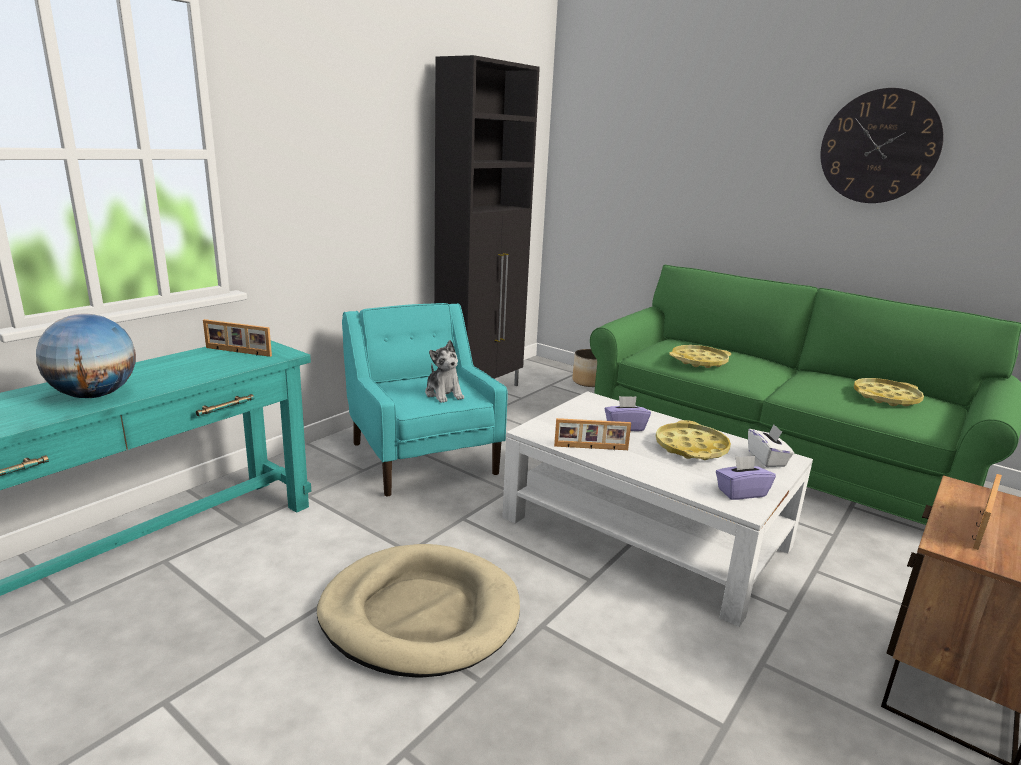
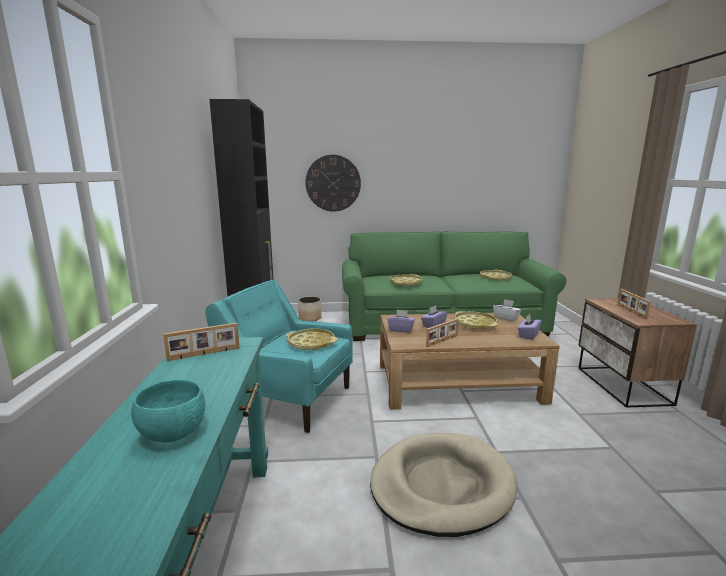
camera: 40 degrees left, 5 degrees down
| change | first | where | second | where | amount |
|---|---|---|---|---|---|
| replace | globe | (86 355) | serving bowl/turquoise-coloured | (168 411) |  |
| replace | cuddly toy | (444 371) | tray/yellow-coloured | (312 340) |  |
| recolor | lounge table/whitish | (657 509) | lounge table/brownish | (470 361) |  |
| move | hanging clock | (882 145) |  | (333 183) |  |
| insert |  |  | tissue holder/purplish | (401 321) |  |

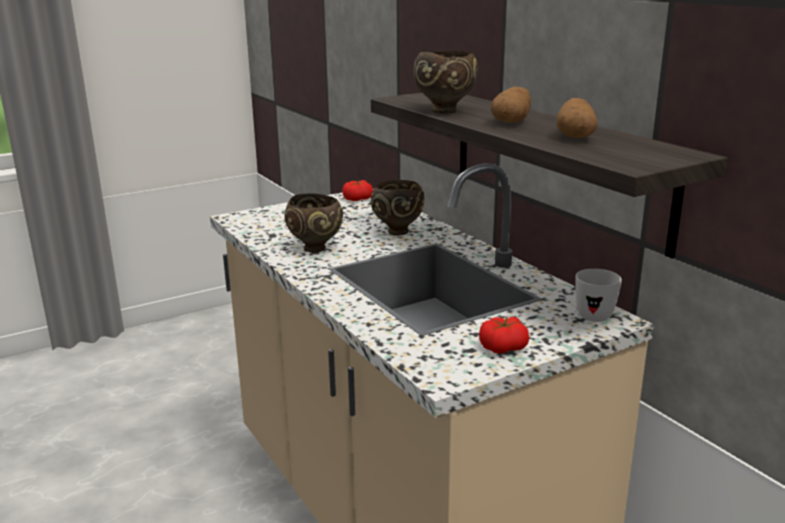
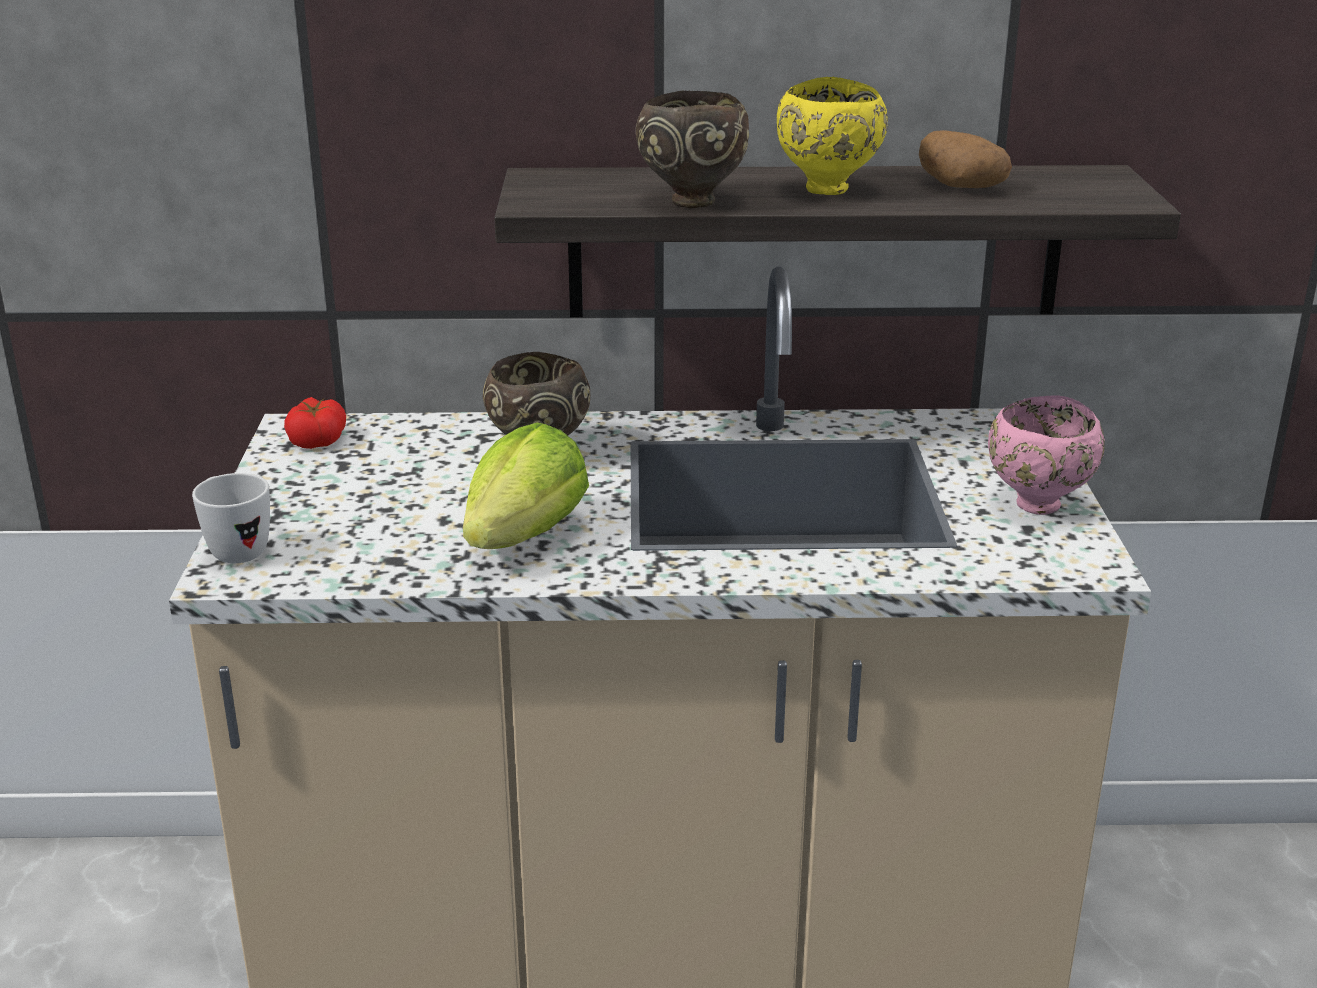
camera: 60 degrees left, 5 degrees up
| change | first | where | second | where | amount |
|---|---|---|---|---|---|
| replace | serving bowl/brownish | (313 223) | lettuce head | (526 486) |  |
| replace | tomato | (504 335) | serving bowl/pink-coloured | (1046 455) |  |
| replace | potato | (511 105) | serving bowl/yellow-coloured | (832 136) |  |
| move | mug/whitish | (598 295) |  | (231 518) |  |

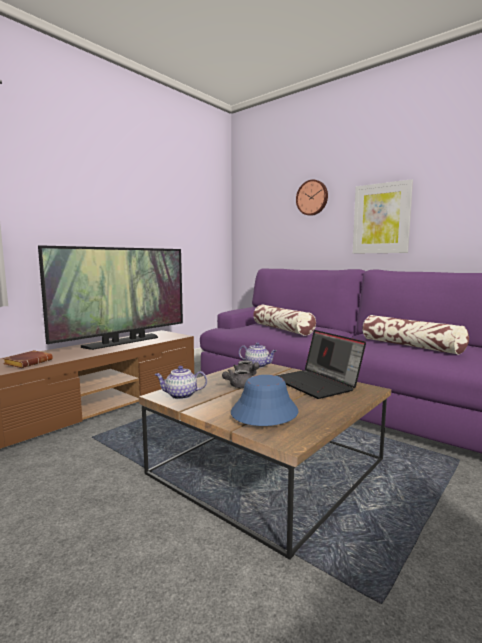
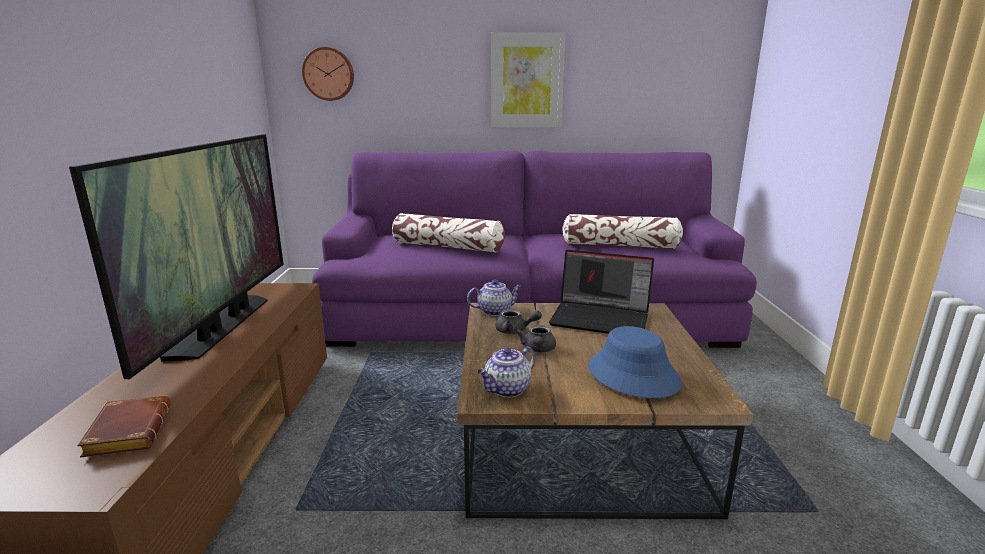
camera: 40 degrees left, 10 degrees up
| change | first | where | second | where | amount |
|---|---|---|---|---|---|
| move | hanging clock | (312 197) |  | (328 74) |  |

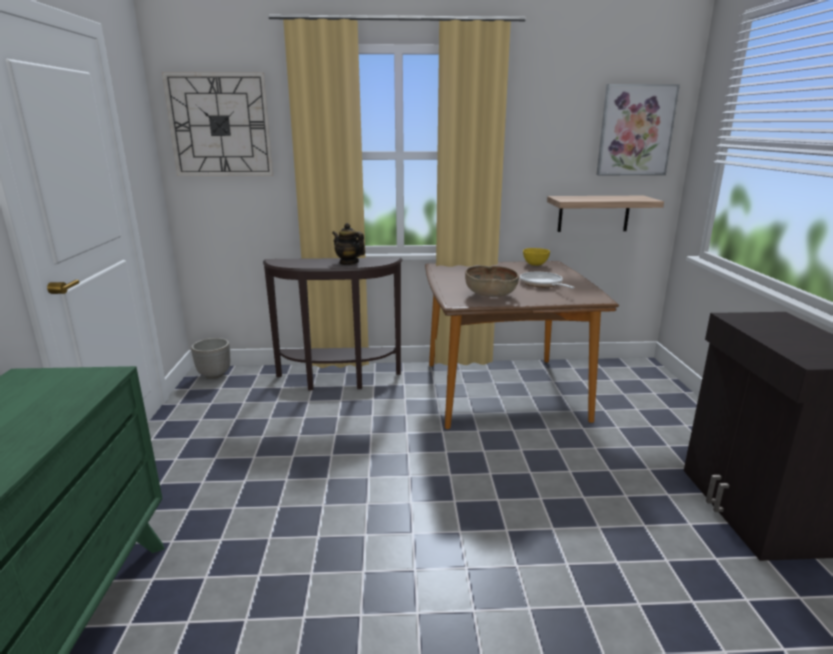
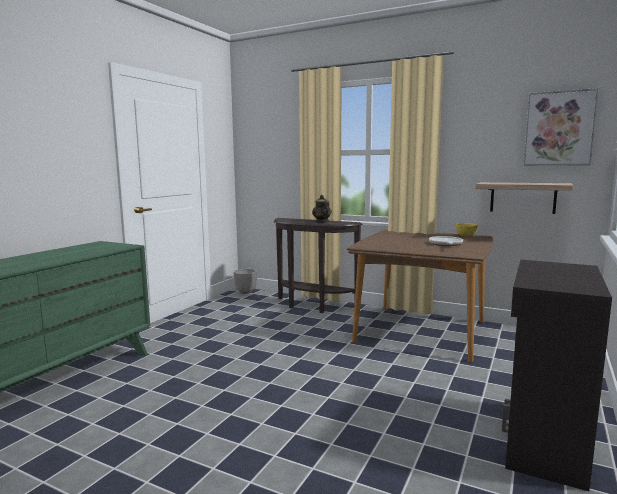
camera: 30 degrees right, 10 degrees down
| change | first | where | second | where | amount |
|---|---|---|---|---|---|
| delete | hanging clock | (218 124) |  |  |  |
| delete | serving bowl/brownish | (492 281) |  |  |  |

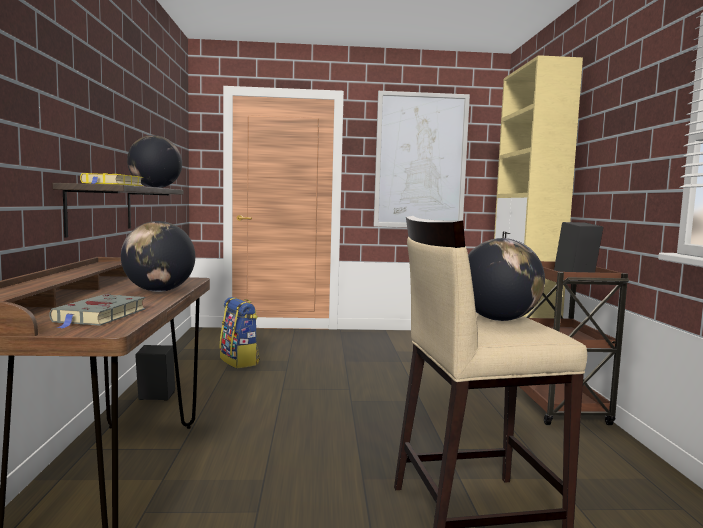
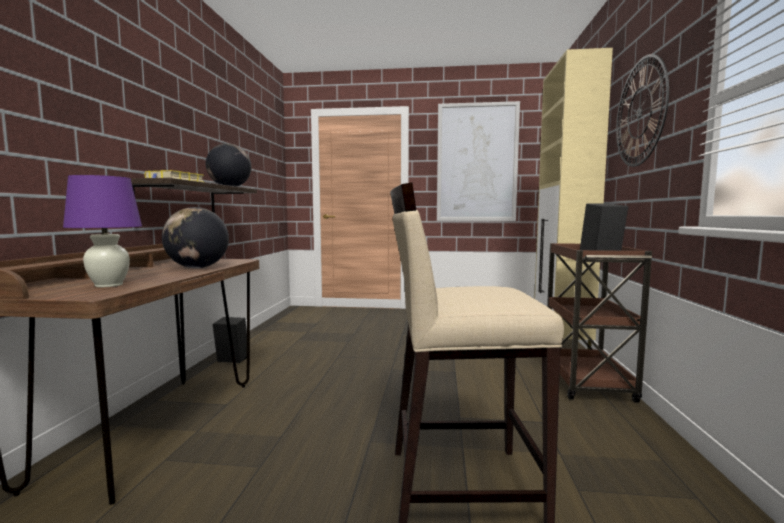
camera: 10 degrees right, 0 degrees up
| change | first | where | second | where | amount |
|---|---|---|---|---|---|
| replace | bound book/grey | (97 311) | tabletop lamp/purplish | (102 231) |  |
| delete | knapsack | (240 332) |  |  |  |
| delete | globe | (506 279) |  |  |  |
| insert |  |  | hanging clock | (642 110) |  |

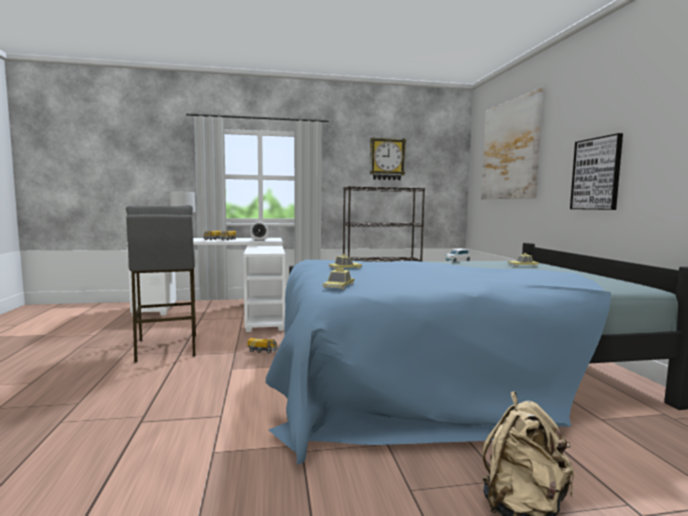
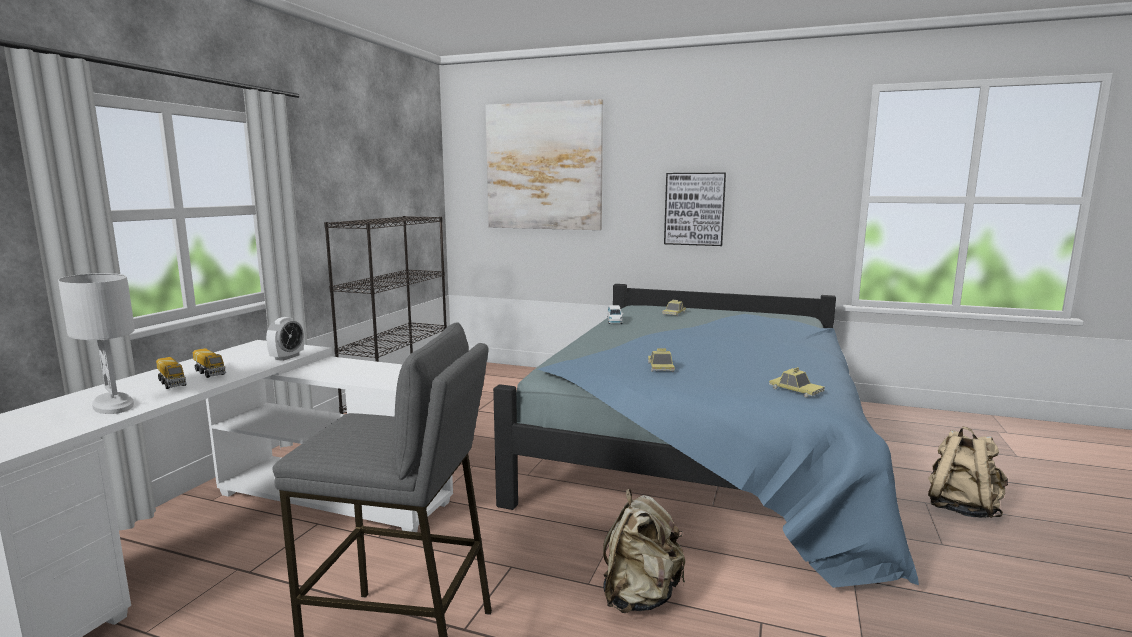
camera: 60 degrees left, 5 degrees up
| change | first | where | second | where | amount |
|---|---|---|---|---|---|
| delete | model truck | (263 346) |  |  |  |
| delete | hanging clock | (388 158) |  |  |  |
| insert |  |  | knapsack/beige | (644 551) |  |

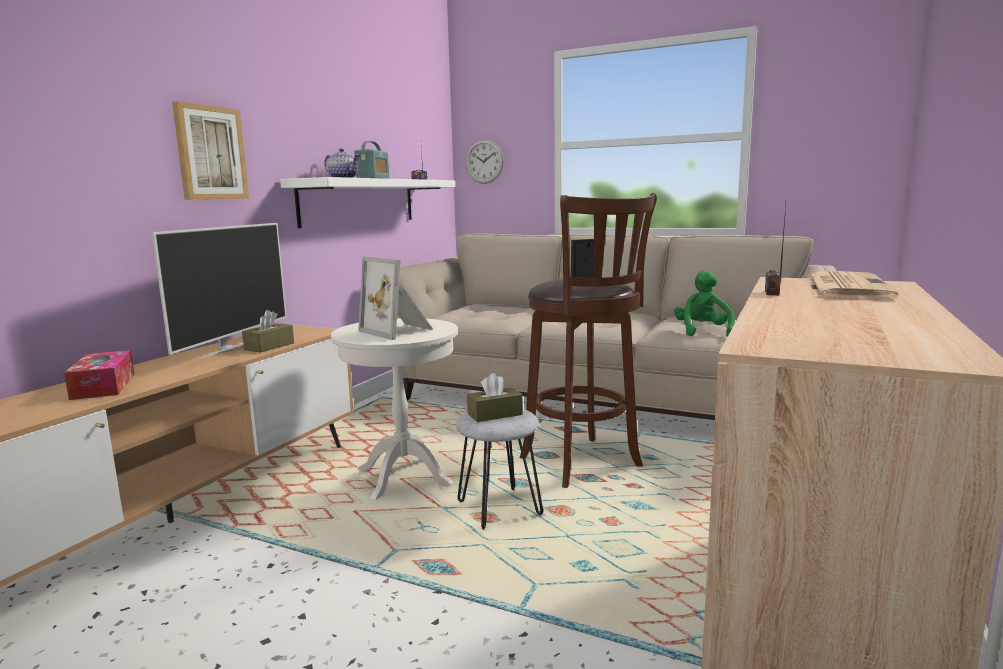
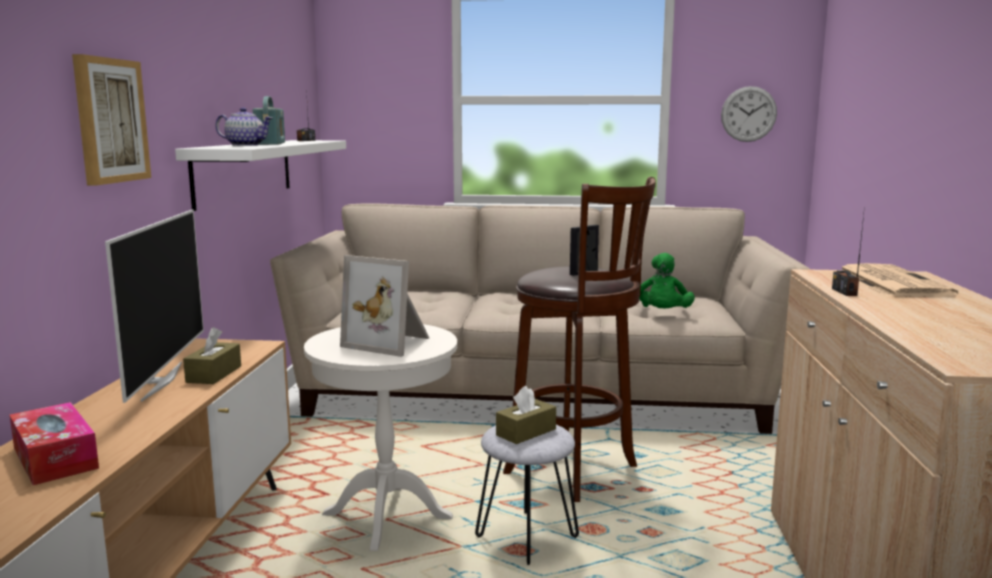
camera: 20 degrees left, 0 degrees up
| change | first | where | second | where | amount |
|---|---|---|---|---|---|
| move | hanging clock | (485 162) |  | (749 114) |  |
| rotate | cuddly toy/greenish | (704 303) |  | (667 280) | 150 degrees counterclockwise |

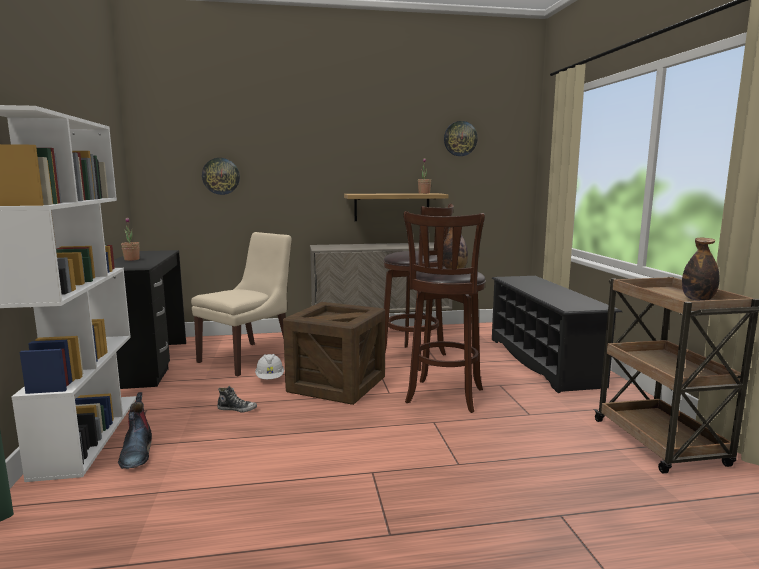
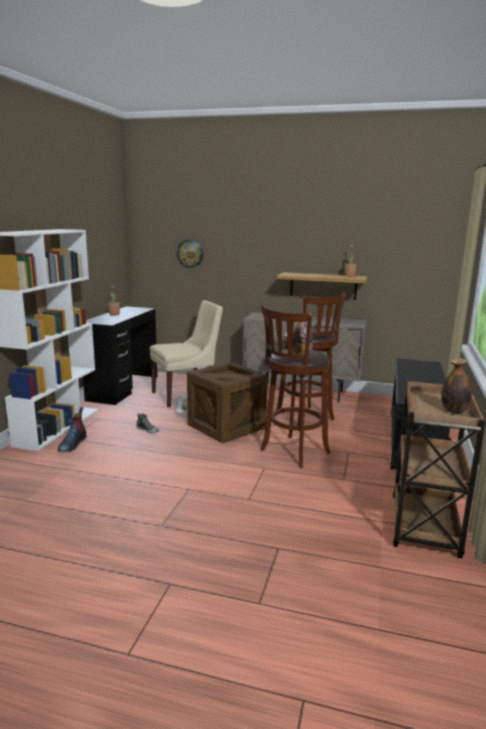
camera: 25 degrees right, 5 degrees up
| change | first | where | second | where | amount |
|---|---|---|---|---|---|
| delete | hanging clock | (461 138) |  |  |  |

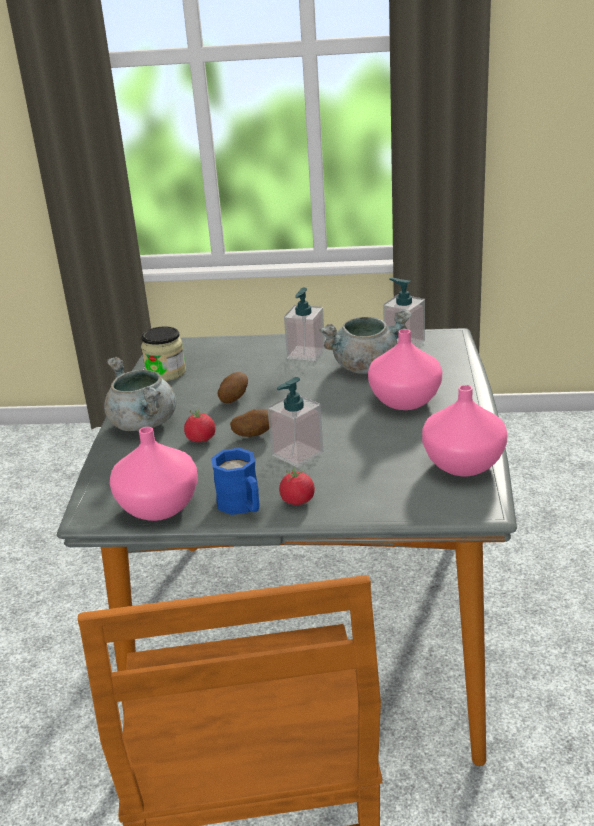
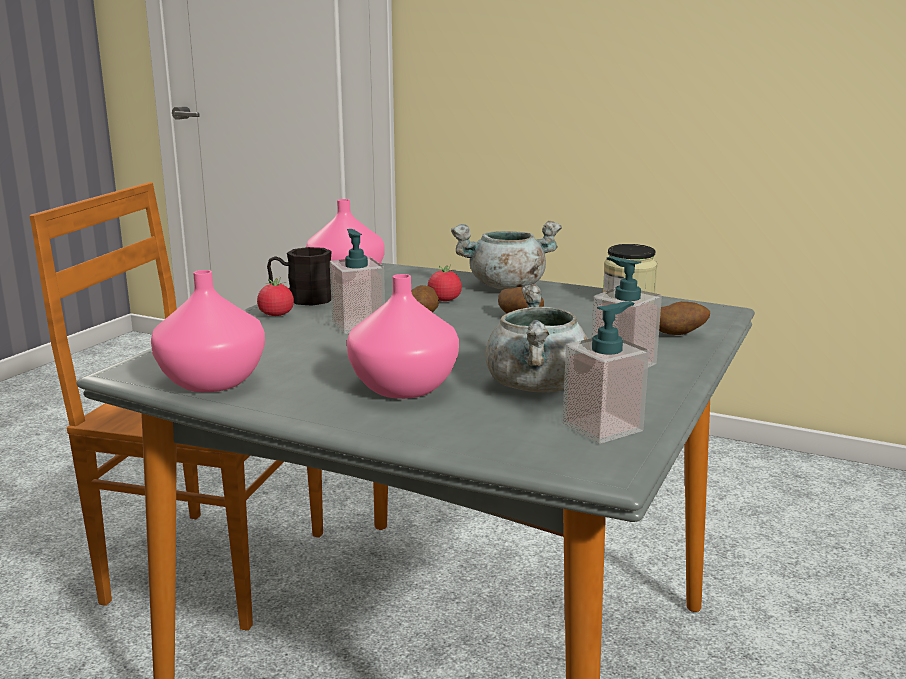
camera: 110 degrees right, 10 degrees down
| change | first | where | second | where | amount |
|---|---|---|---|---|---|
| recolor | mug/blue-coloured | (235 481) | mug/black-coloured | (299 276) |  |
| insert |  |  | potato | (684 318) |  |

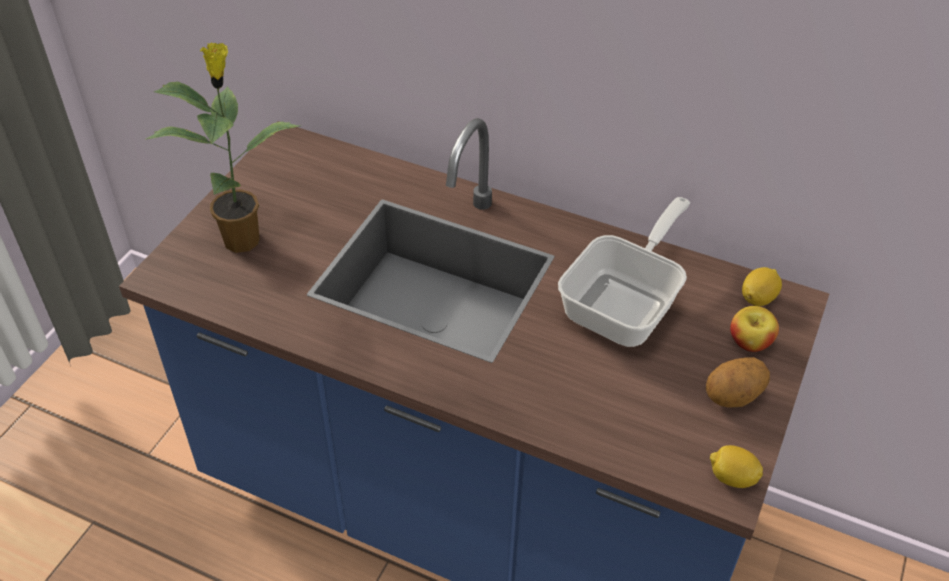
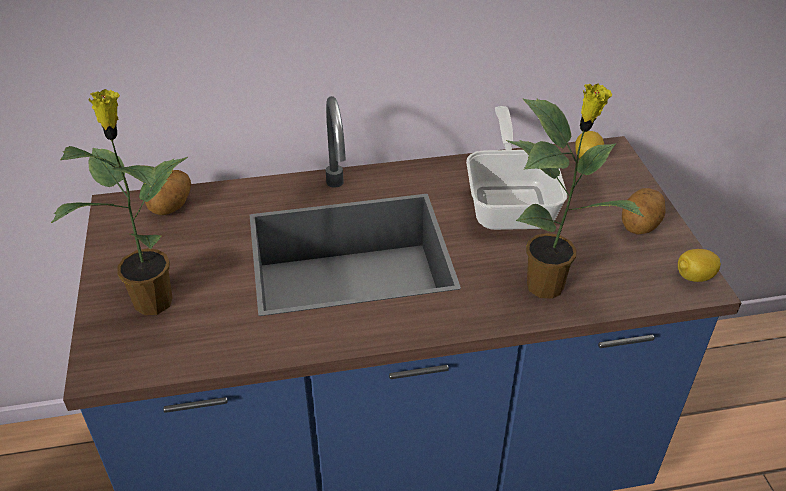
camera: 35 degrees left, 5 degrees down
| change | first | where | second | where | amount |
|---|---|---|---|---|---|
| delete | apple | (754 329) |  |  |  |
| insert |  |  | potato | (168 192) |  |
| insert |  |  | potted plant | (575 191) |  |

